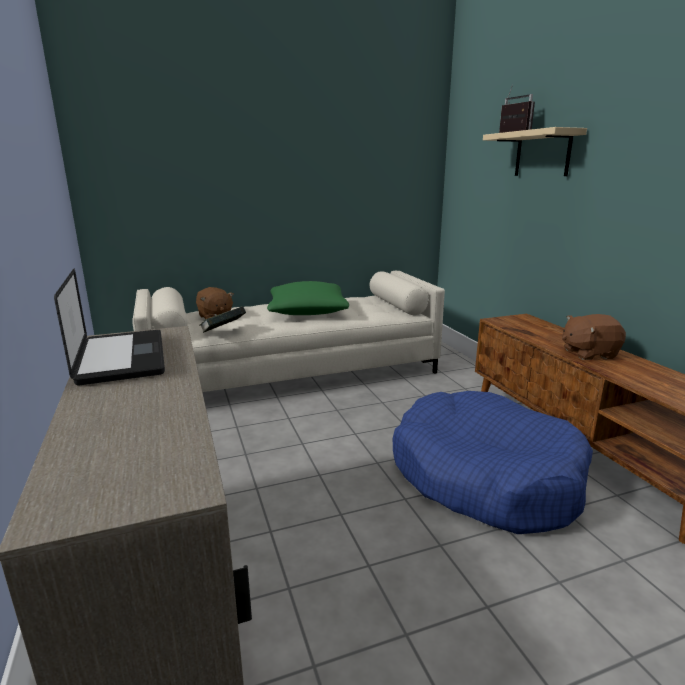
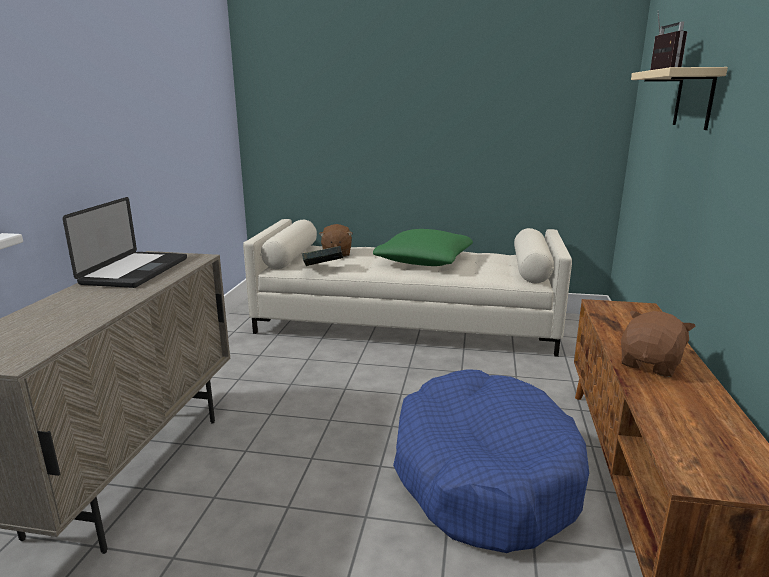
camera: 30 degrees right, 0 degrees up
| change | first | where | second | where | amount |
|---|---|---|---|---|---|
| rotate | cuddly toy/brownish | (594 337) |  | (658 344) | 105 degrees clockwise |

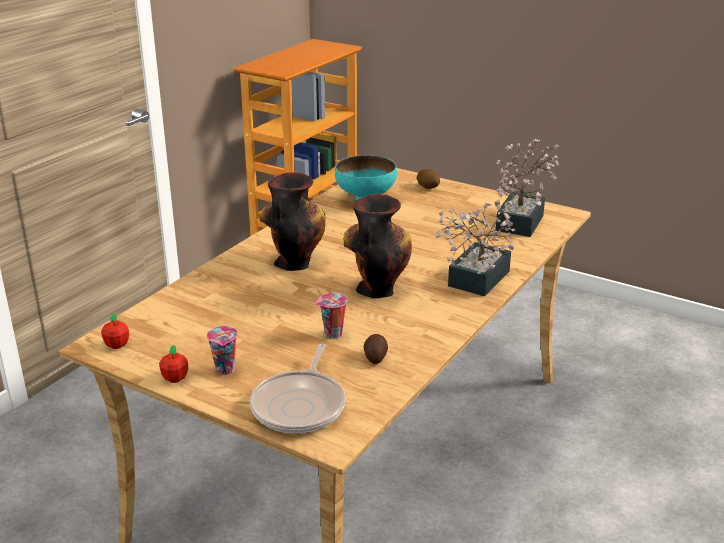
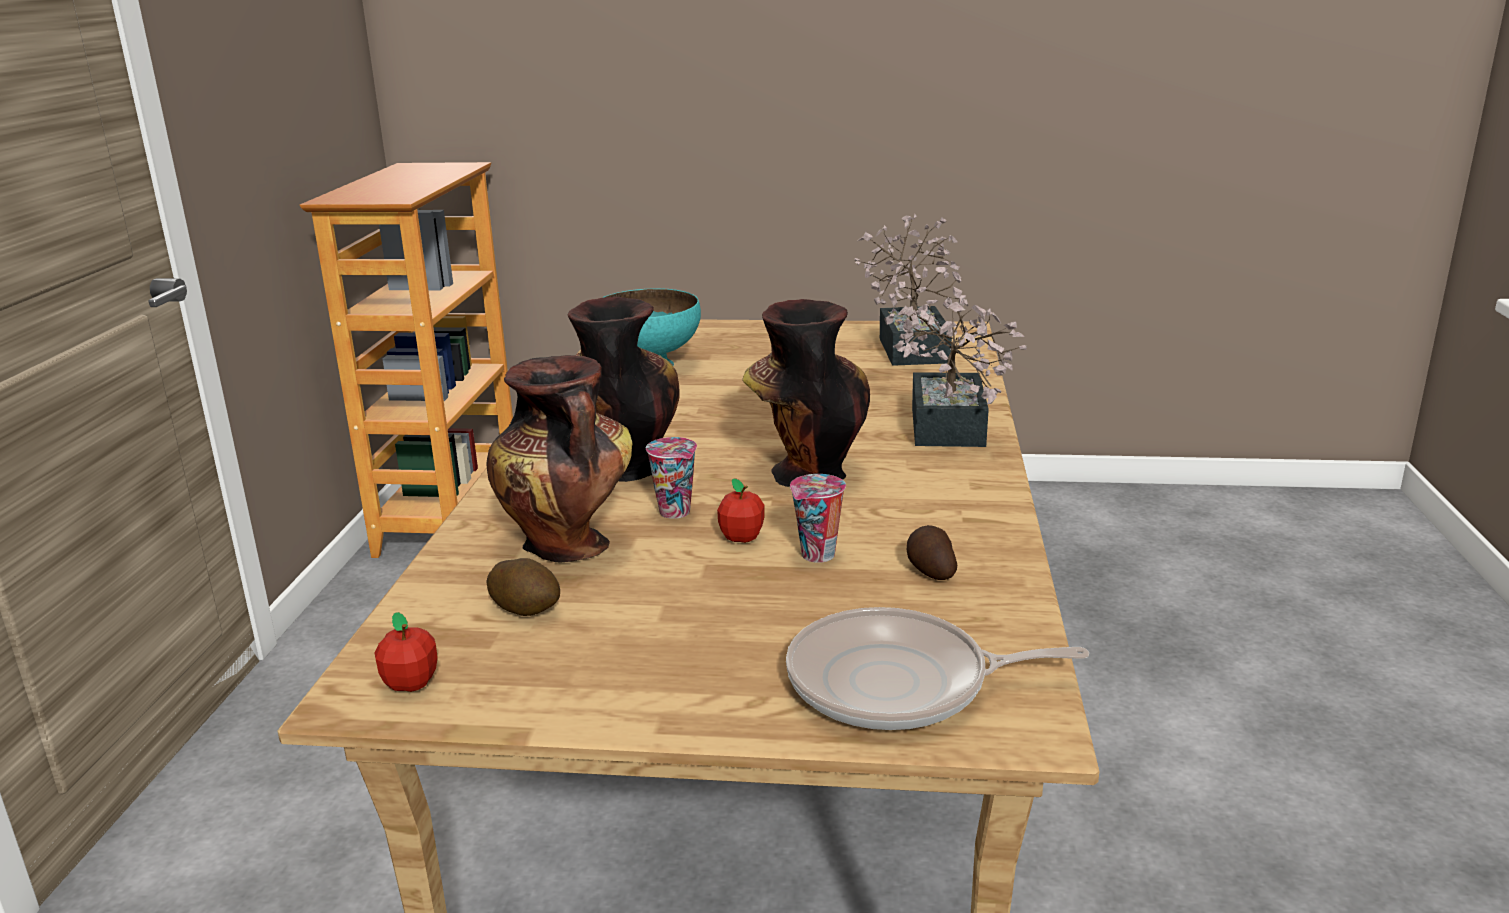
camera: 25 degrees left, 5 degrees down
| change | first | where | second | where | amount |
|---|---|---|---|---|---|
| move | apple | (173 364) |  | (741 511) |  |
| move | small cup | (222 350) |  | (671 478) |  |
| rotate | skillet | (297 388) |  | (937 668) | 105 degrees clockwise |
| move | potato | (428 179) |  | (523 587) |  |
| insert |  |  | decorative vase | (559 459) |  |

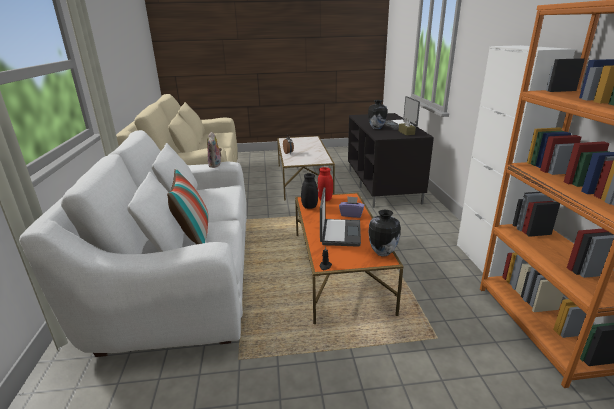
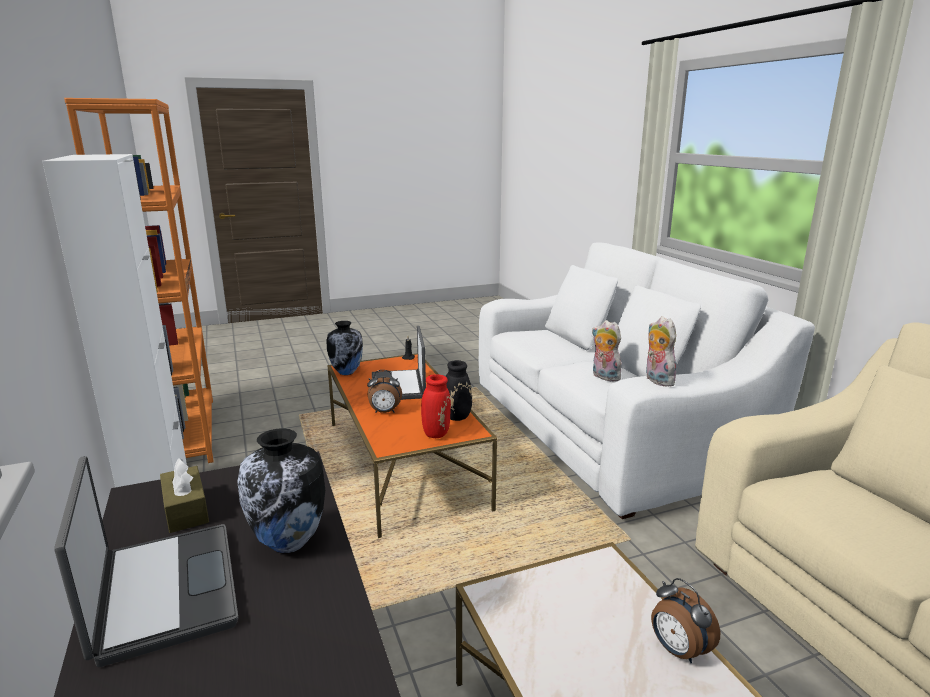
camera: 165 degrees right, 5 degrees down
| change | first | where | second | where | amount |
|---|---|---|---|---|---|
| delete | pillow | (187 206) |  |  |  |
| replace | tissue holder/purplish | (351 207) | bedside clock | (384 391) |  |
| insert |  |  | cuddly toy | (607 351) |  |

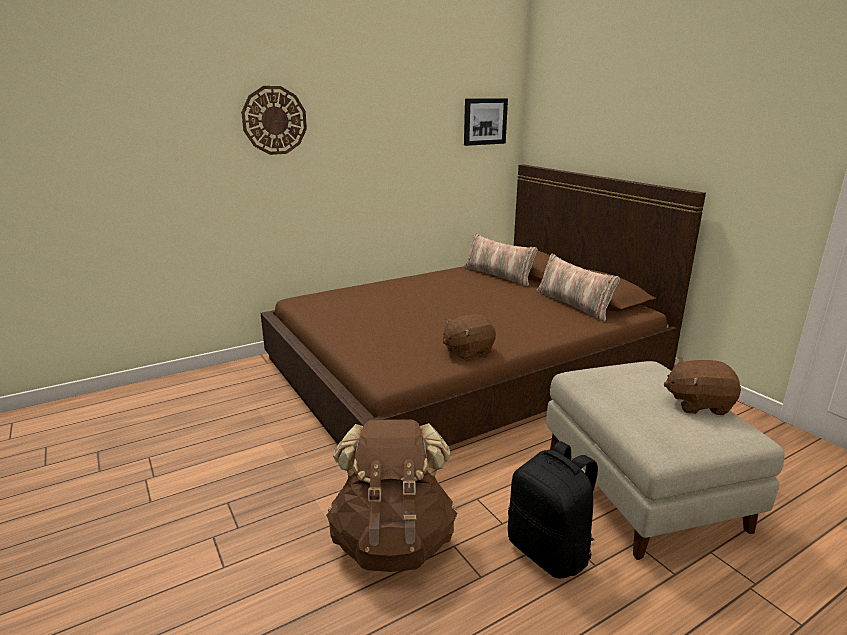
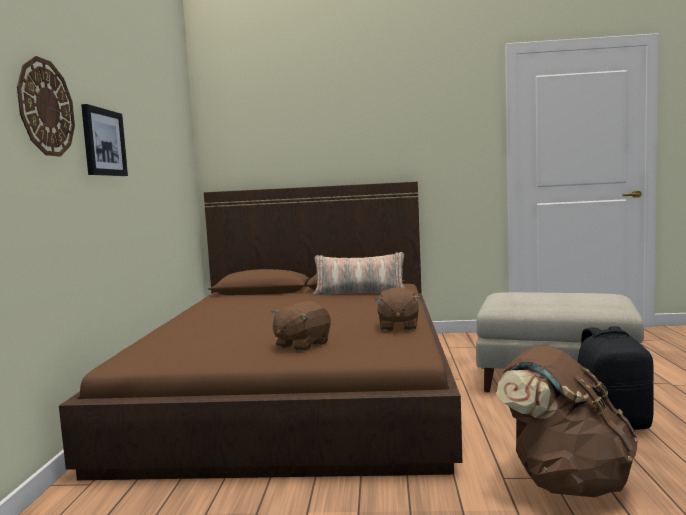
camera: 55 degrees left, 15 degrees down
| change | first | where | second | where | amount |
|---|---|---|---|---|---|
| move | wall art | (486 122) |  | (104 140) |  |
| delete | pillow | (501 259) |  |  |  |
| move | cuddly toy/brownish | (702 386) |  | (301 326) |  |

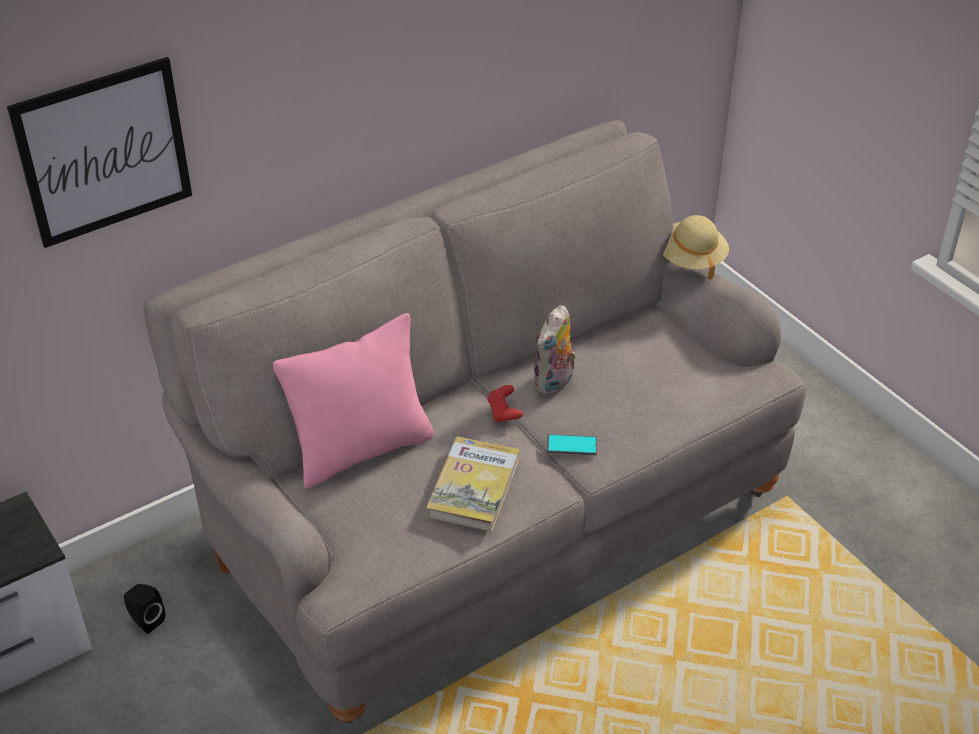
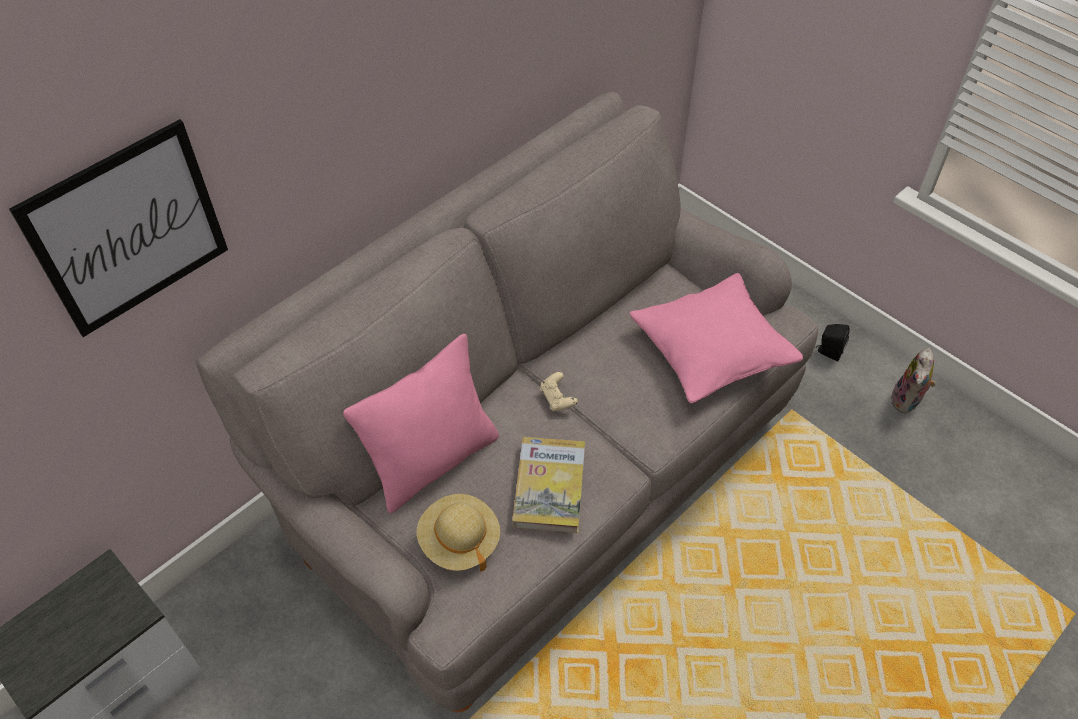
camera: 10 degrees left, 10 degrees up
| change | first | where | second | where | amount |
|---|---|---|---|---|---|
| move | loudspeaker/black-coloured | (144 609) |  | (833 342) |  |
| recolor | gamepad/reddish | (505 404) | gamepad/beige | (559 391) |  |
| move | cuddly toy | (555 350) |  | (913 381) |  |
| delete | telephone | (572 444) |  |  |  |
| move | clothing hat/beige | (696 247) |  | (458 533) |  |
| insert |  |  | pillow/pink-coloured | (716 338) |  |

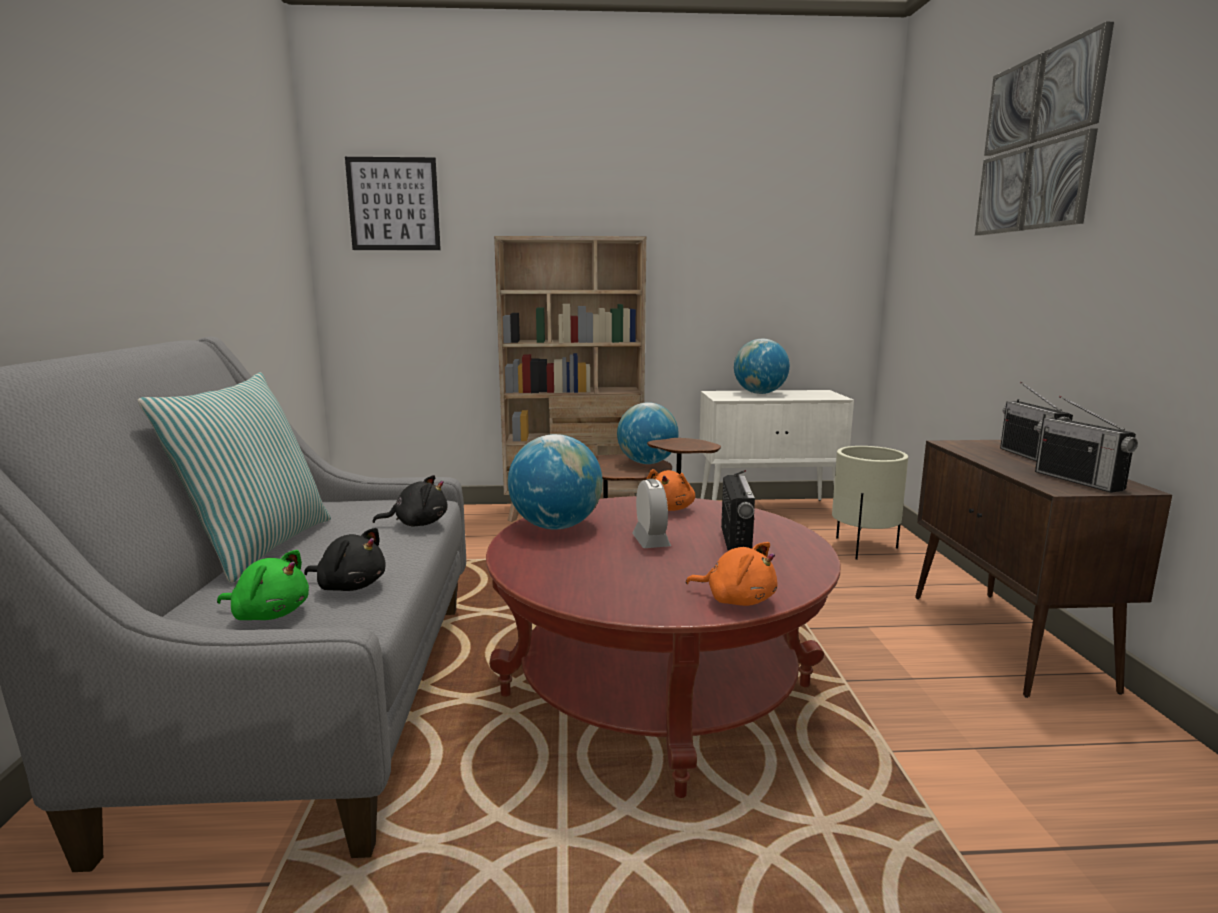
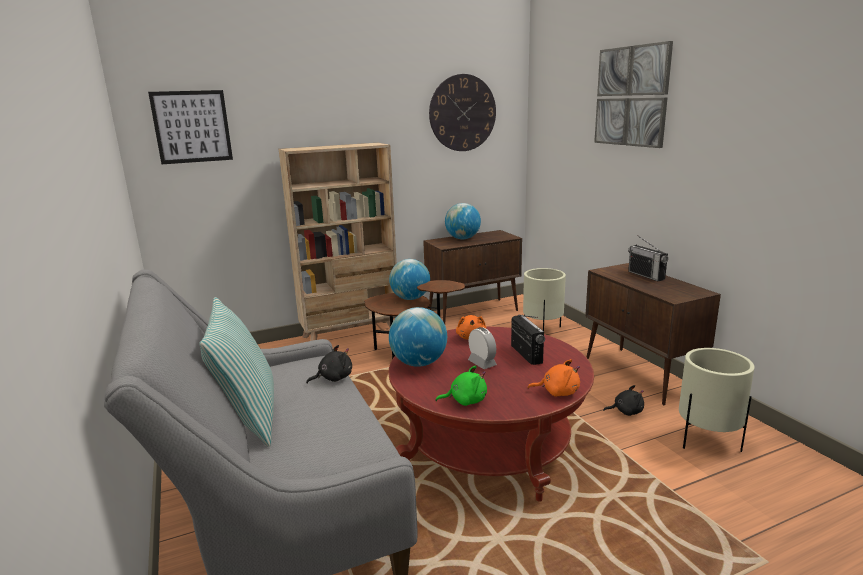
camera: 20 degrees left, 5 degrees up
| change | first | where | second | where | amount |
|---|---|---|---|---|---|
| move | cuddly toy/greenish | (263 585) |  | (461 386) |  |
| move | cuddly toy/black-coloured | (345 559) |  | (623 400) |  |
| recolor | storage cabinet/whitish | (776 445) | storage cabinet/brownish | (472 277) |  |
| delete | radio | (1086 444) |  |  |  |
| insert |  |  | hanging clock | (462 112) |  |
| insert |  |  | flower pot/beige | (717 400) |  |

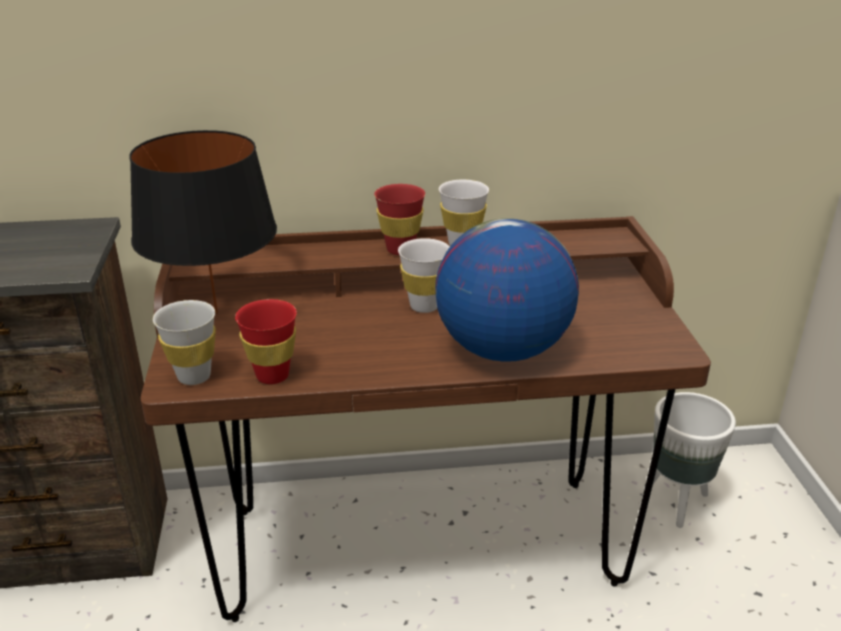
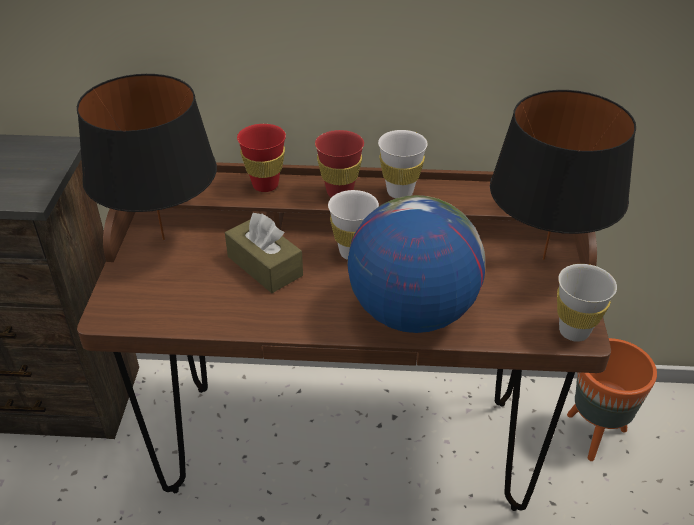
camera: 10 degrees right, 10 degrees up
| change | first | where | second | where | amount |
|---|---|---|---|---|---|
| move | small cup/whitish | (184 342) |  | (587 303) |  |
| move | small cup/reddish | (266 341) |  | (261 158) |  |
| recolor | flower pot/whitish | (690 460) | flower pot/orange | (612 399) |  |
| insert |  |  | tissue holder/brownish | (264 253) |  |
| insert |  |  | tabletop lamp/black-coloured | (563 175) |  |

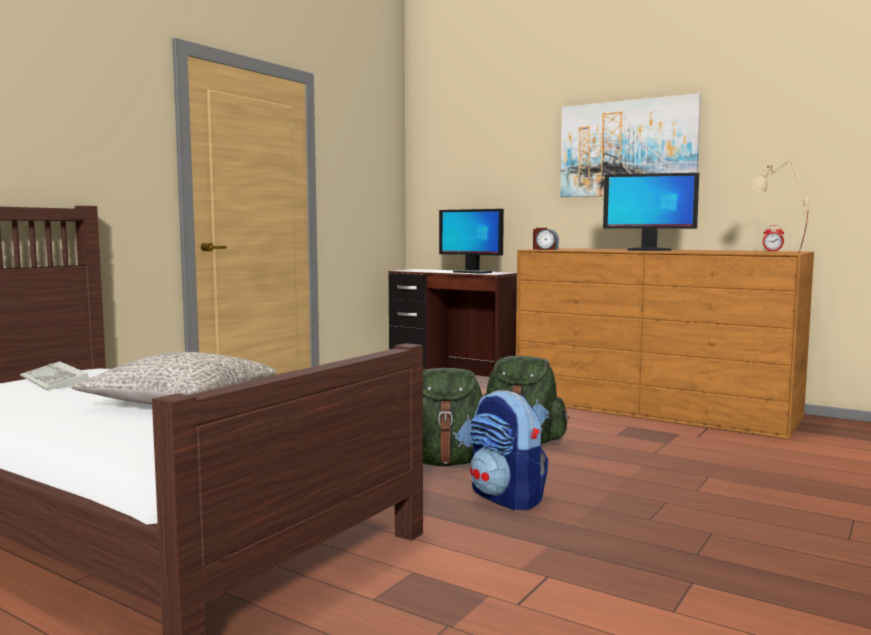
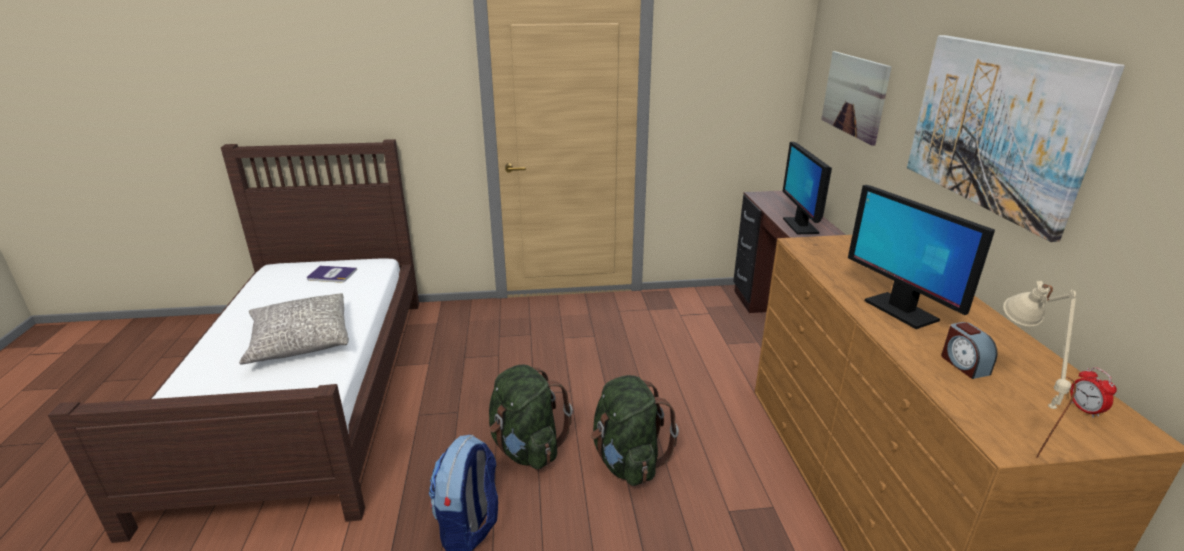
camera: 50 degrees right, 20 degrees up
| change | first | where | second | where | amount |
|---|---|---|---|---|---|
| replace | computer keyboard | (54 375) | bound book | (332 274) |  |
| move | bedside clock | (546 239) |  | (969 350) |  |
| insert |  |  | wall art | (856 98) |  |

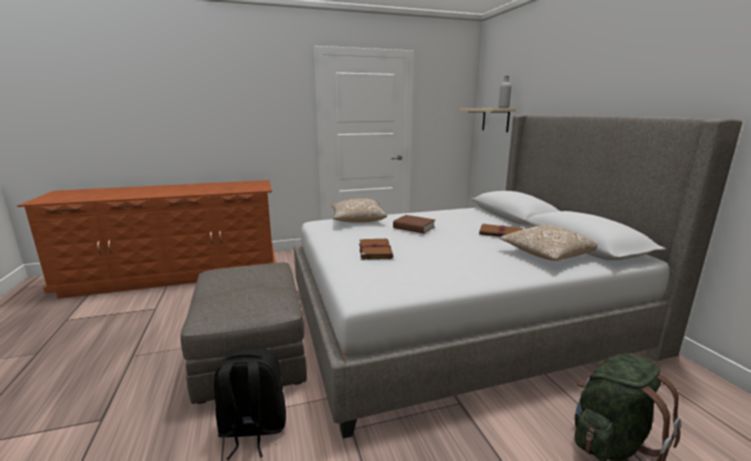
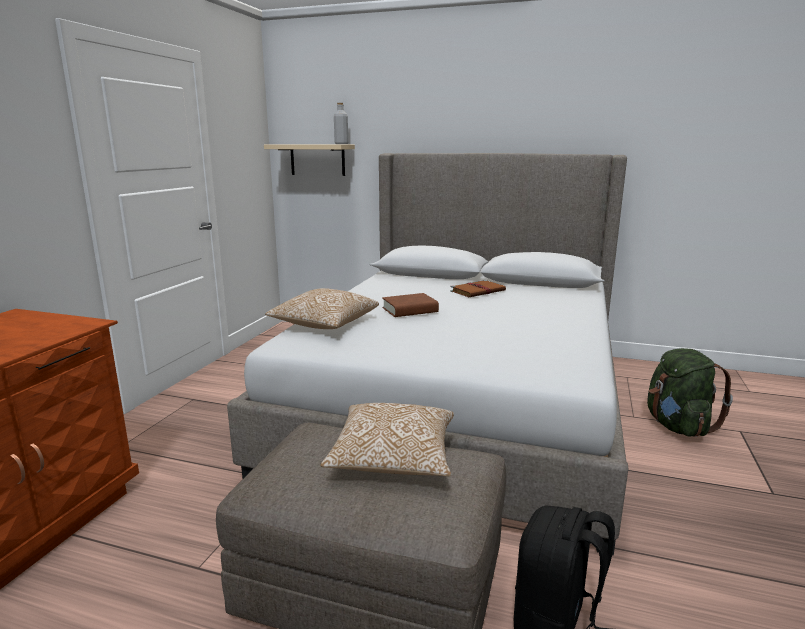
camera: 55 degrees left, 0 degrees up
| change | first | where | second | where | amount |
|---|---|---|---|---|---|
| delete | bound book/brownish | (376 249) |  |  |  |
| move | pillow | (548 243) |  | (387 439) |  |

